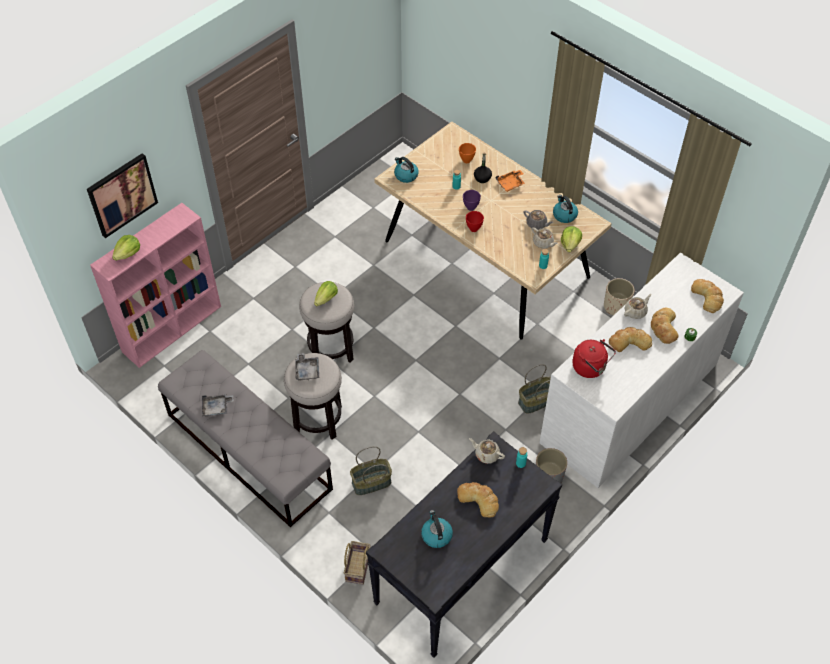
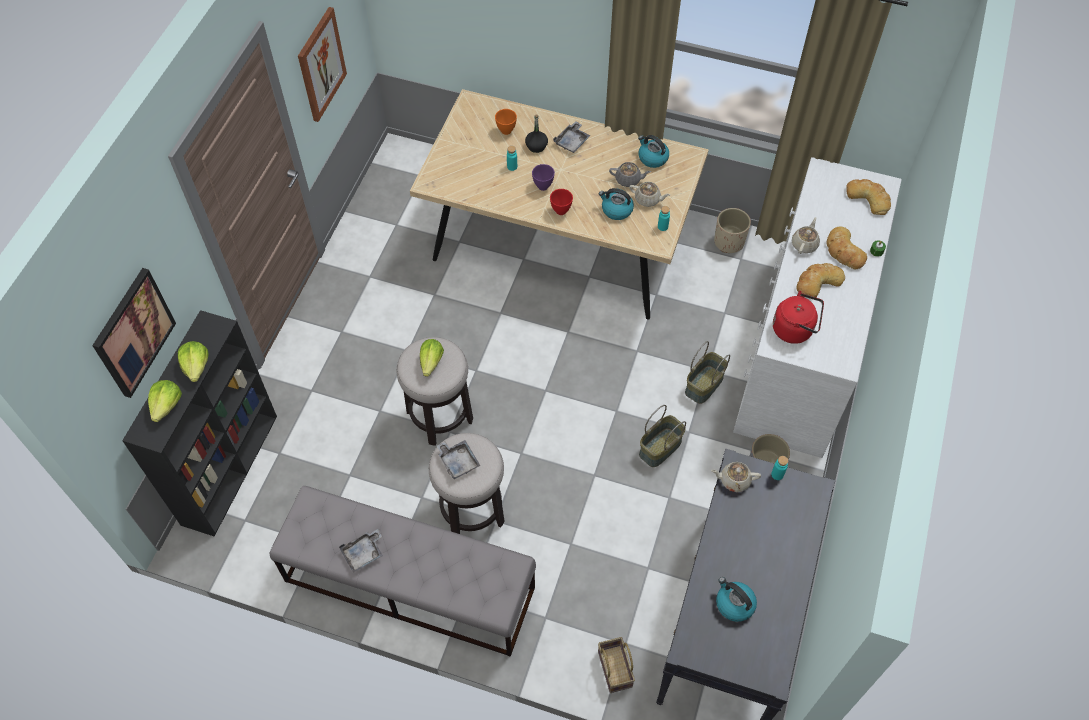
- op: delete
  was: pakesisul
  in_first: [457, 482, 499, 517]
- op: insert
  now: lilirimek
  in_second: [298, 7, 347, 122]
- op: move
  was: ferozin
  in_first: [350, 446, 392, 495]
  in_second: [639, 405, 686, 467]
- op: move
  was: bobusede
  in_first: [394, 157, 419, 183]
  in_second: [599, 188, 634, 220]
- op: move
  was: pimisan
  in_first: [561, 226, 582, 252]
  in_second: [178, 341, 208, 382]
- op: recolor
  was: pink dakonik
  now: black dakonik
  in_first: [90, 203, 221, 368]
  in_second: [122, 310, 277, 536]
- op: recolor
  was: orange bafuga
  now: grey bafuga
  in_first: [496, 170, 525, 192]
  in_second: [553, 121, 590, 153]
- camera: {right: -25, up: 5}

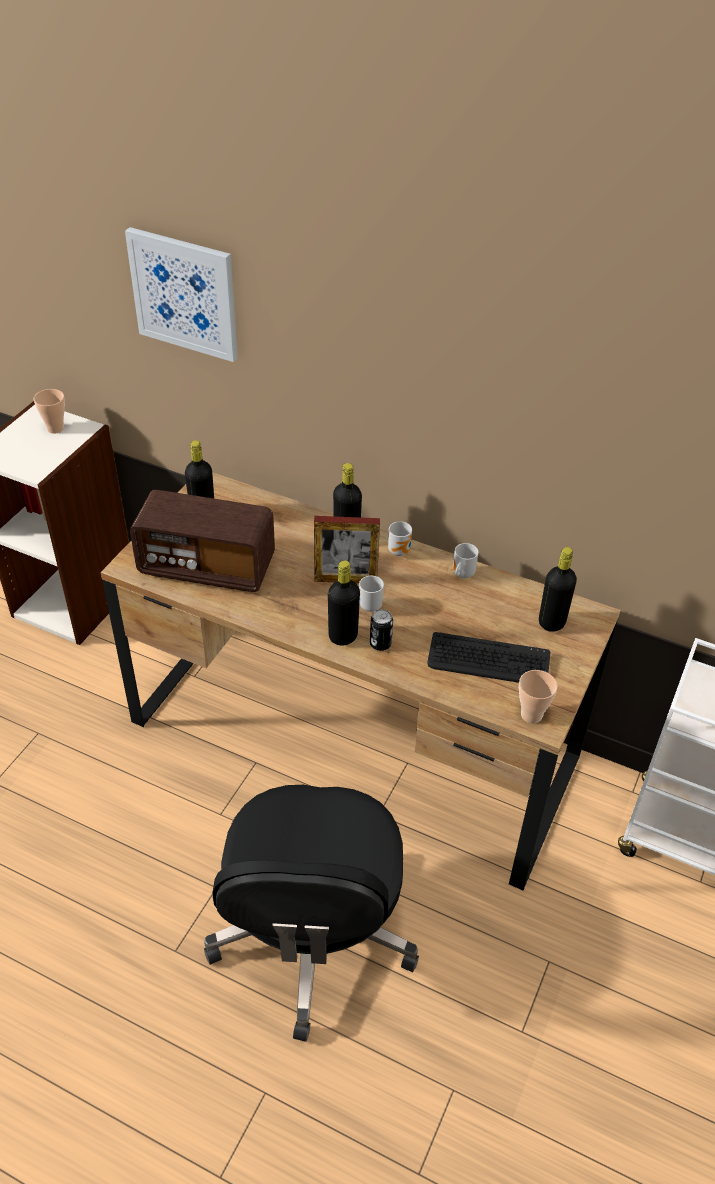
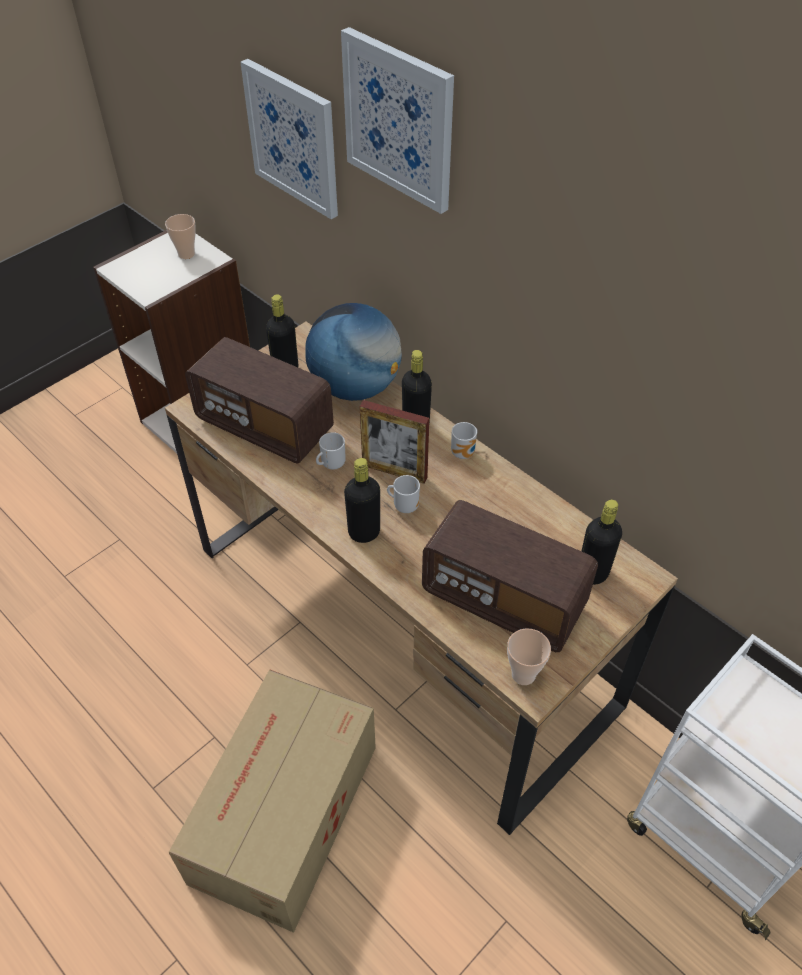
- op: delete
  was: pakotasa
  in_first: [370, 609, 393, 651]
- op: insert
  now: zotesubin
  in_second: [306, 303, 402, 401]
- op: insert
  now: lilirimek
  in_second: [341, 27, 454, 214]
- op: move
  was: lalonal
  in_first: [453, 543, 479, 578]
  in_second: [316, 432, 346, 470]
- op: replace
  was: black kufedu
  now: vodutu
  in_first: [204, 785, 419, 1042]
  in_second: [168, 669, 376, 933]
- op: replace
  was: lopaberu
  now: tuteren
  in_first: [427, 632, 551, 683]
  in_second: [422, 500, 598, 652]
- camera: {right: 20, up: 5}

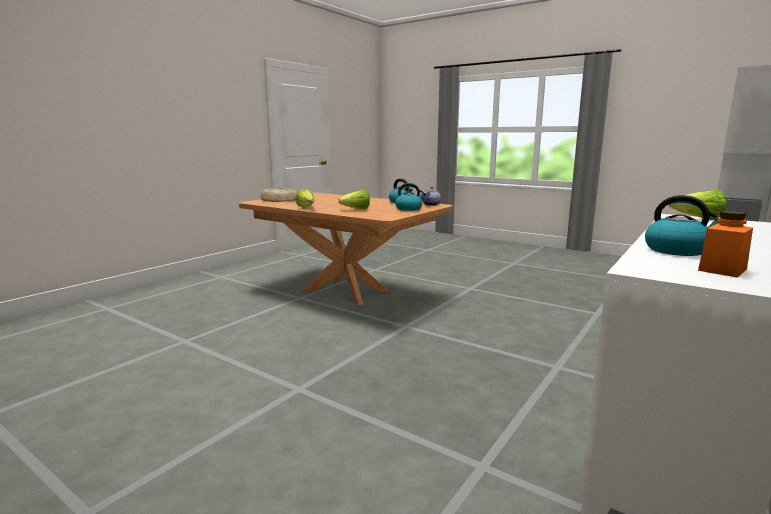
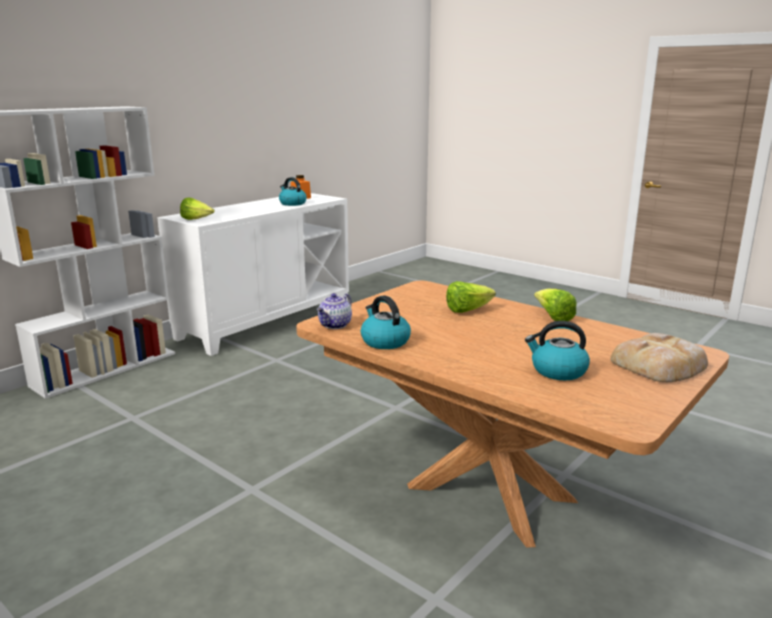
- op: move
  was: bobusede
  in_first: [395, 183, 427, 211]
  in_second: [525, 321, 590, 380]
- camera: {right: -175, up: 5}

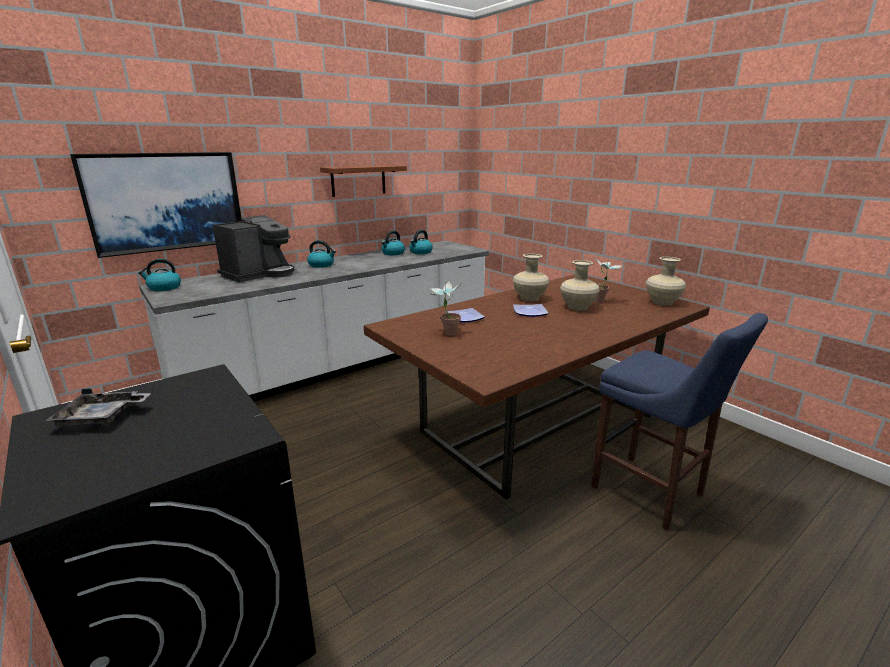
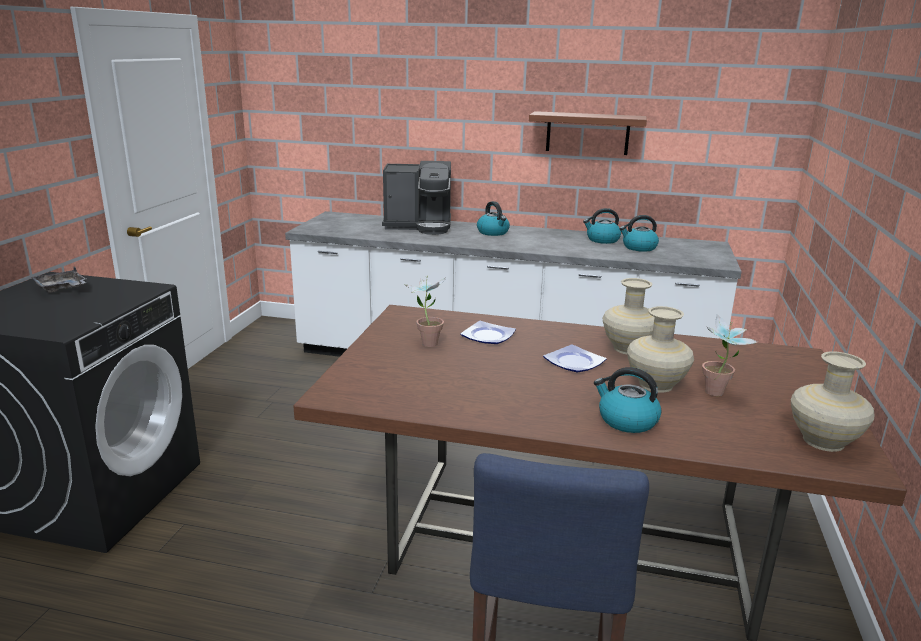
- op: delete
  was: lilirimek
  in_first: [70, 152, 241, 258]
- op: move
  was: bobusede
  in_first: [138, 259, 181, 291]
  in_second: [594, 367, 662, 433]
- camera: {right: 50, up: 0}

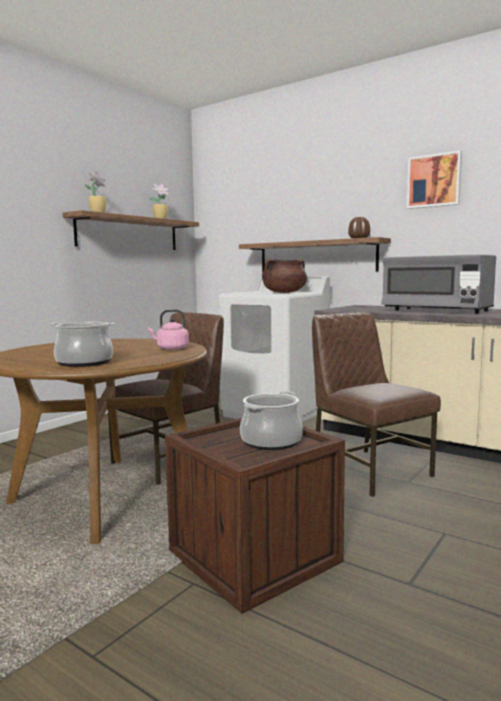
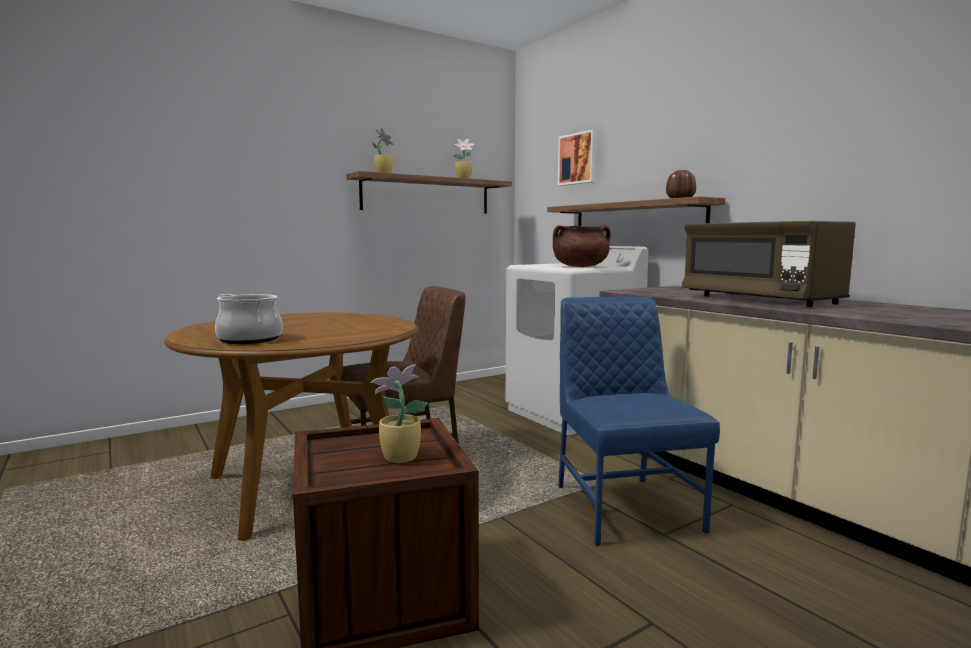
- op: delete
  was: pink bobusede
  in_first: [148, 309, 189, 350]
- op: move
  was: lilirimek
  in_first: [407, 150, 462, 209]
  in_second: [558, 129, 597, 186]
- op: replace
  was: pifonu
  now: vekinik
  in_first: [240, 391, 303, 450]
  in_second: [370, 364, 428, 463]
- op: recolor
  was: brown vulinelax
  now: blue vulinelax
  in_first: [312, 312, 441, 497]
  in_second: [558, 297, 720, 546]
- op: recolor
  was: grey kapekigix
  now: brown kapekigix
  in_first: [381, 255, 496, 314]
  in_second: [682, 221, 856, 307]
- camera: {right: 20, up: 0}

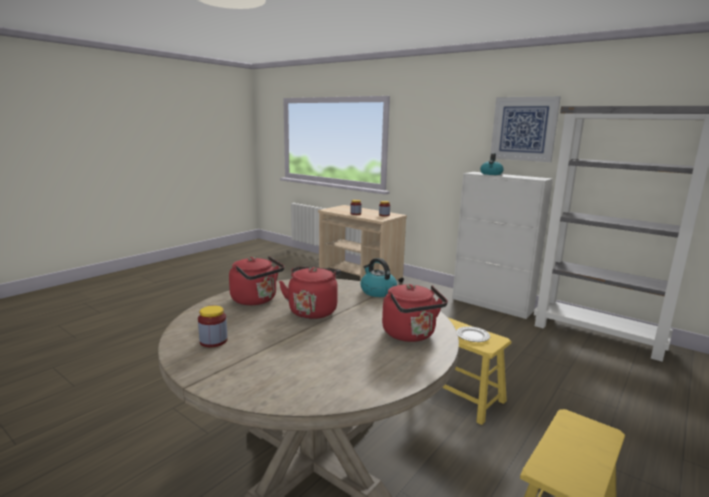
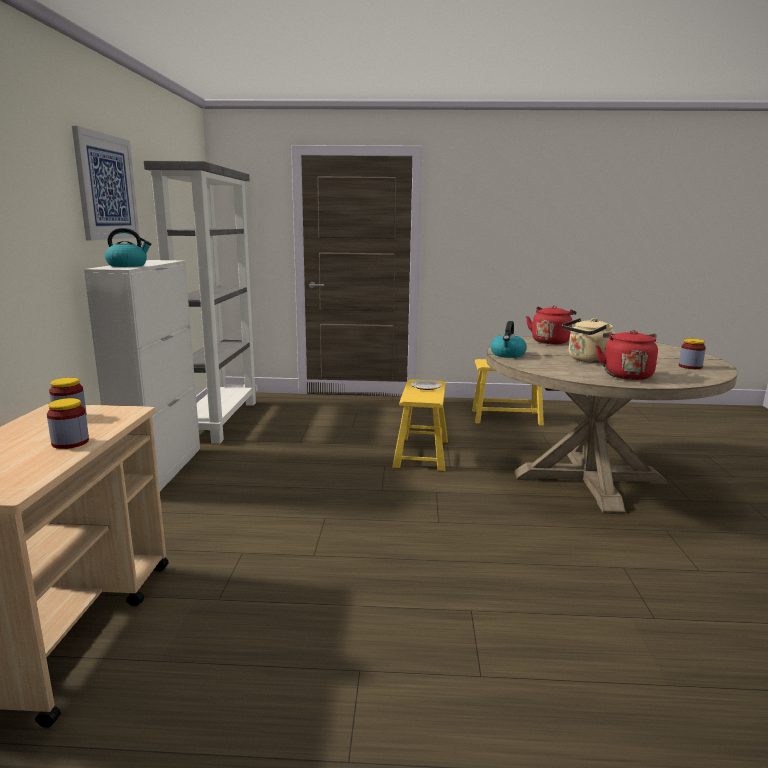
- op: recolor
  was: red bobusede
  now: beige bobusede
  in_first: [279, 266, 341, 319]
  in_second: [562, 318, 616, 363]
- camera: {right: -125, up: 0}

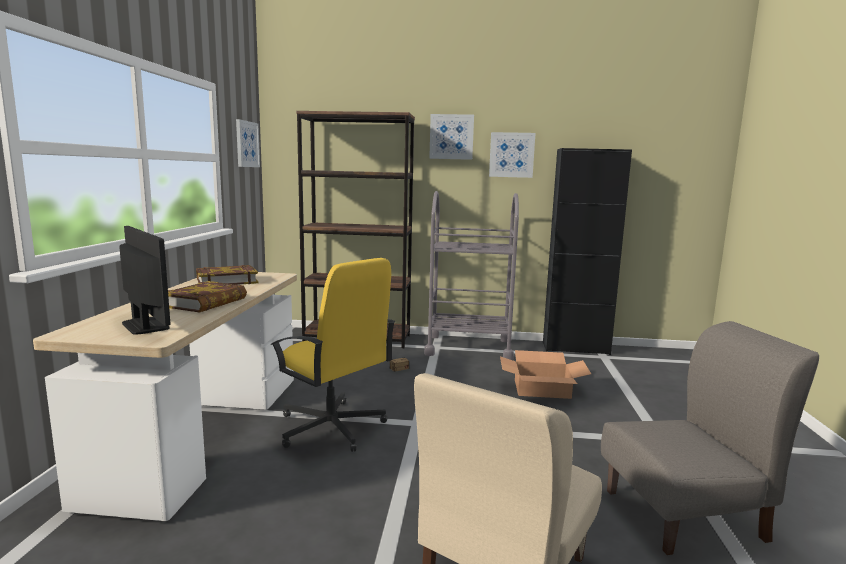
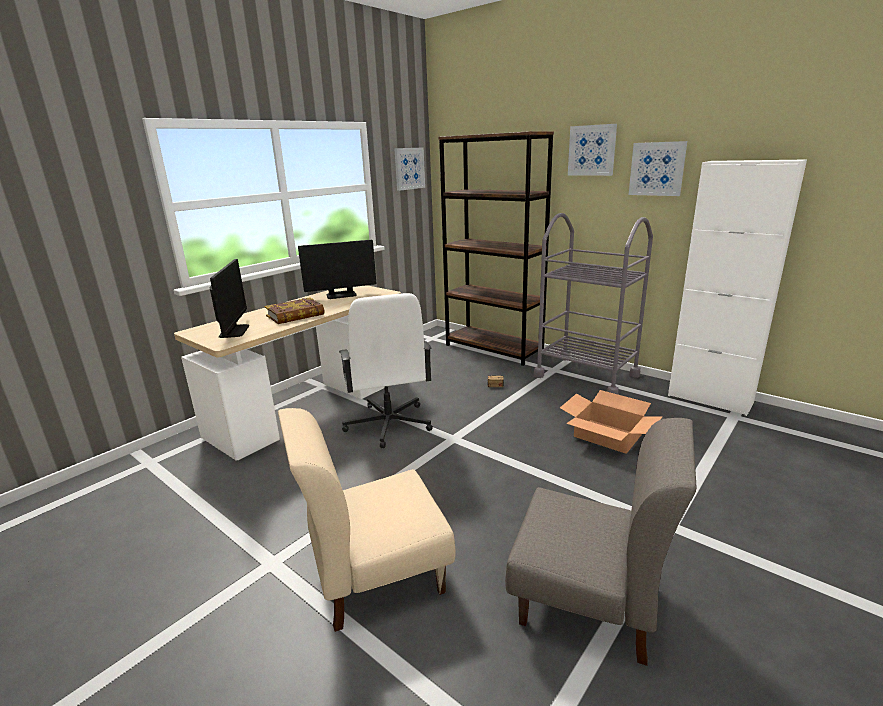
- op: replace
  was: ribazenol
  now: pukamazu
  in_first: [196, 265, 258, 285]
  in_second: [298, 240, 377, 299]
- op: recolor
  was: yellow kufedu
  now: white kufedu
  in_first: [270, 258, 395, 452]
  in_second: [339, 293, 433, 448]
- op: recolor
  was: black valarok
  now: white valarok
  in_first: [543, 148, 632, 355]
  in_second: [668, 159, 807, 416]
- camera: {right: 35, up: 10}

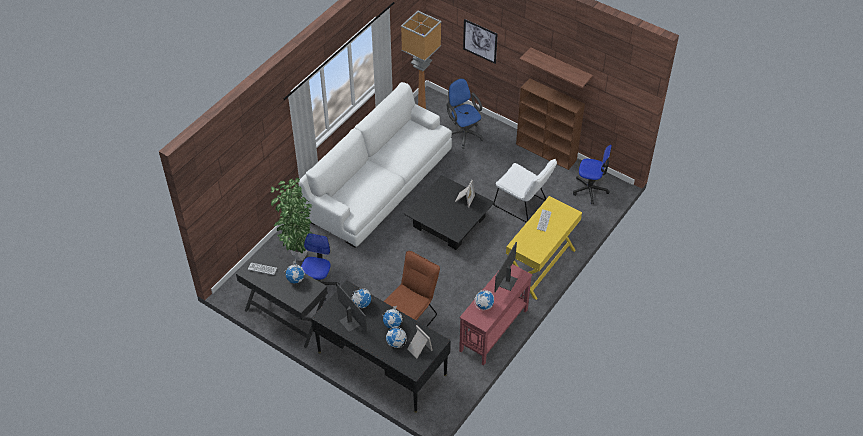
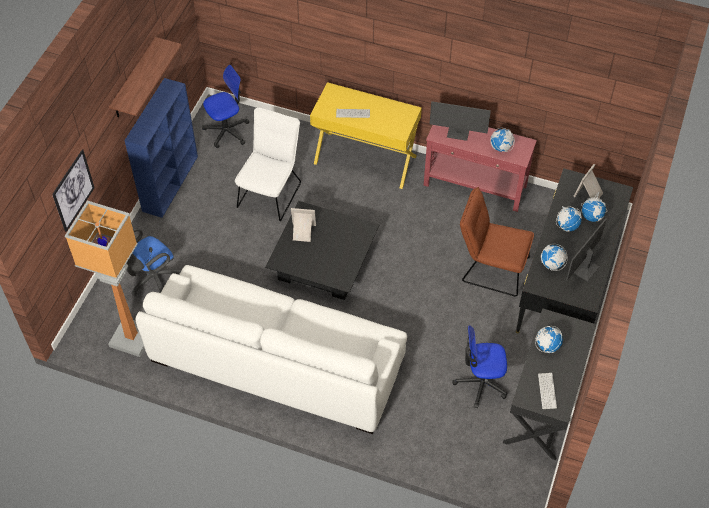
- op: delete
  was: vekinik
  in_first: [271, 178, 313, 261]
- op: recolor
  was: brown dakonik
  now: blue dakonik
  in_first: [516, 78, 585, 170]
  in_second: [124, 78, 198, 218]
- op: rotate
  was: kufedu
  in_first: [573, 145, 612, 204]
  in_second: [202, 65, 249, 148]
  clockwise: 60
- camera: {right: -105, up: 5}

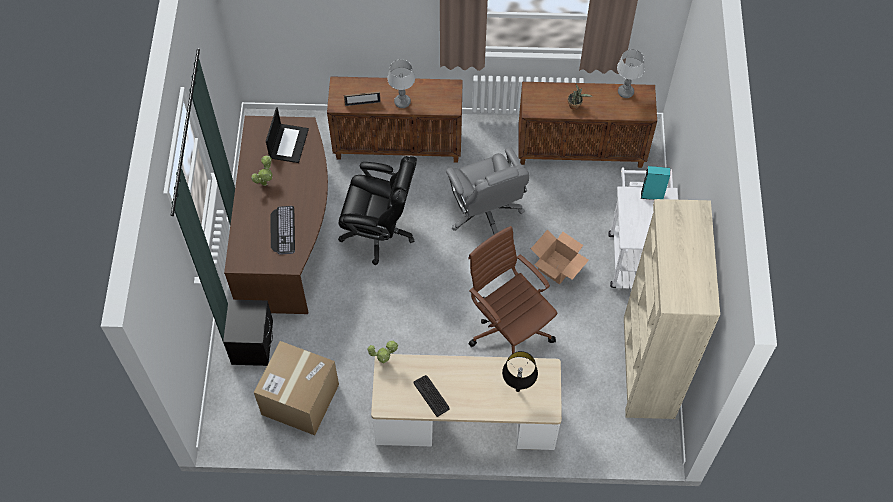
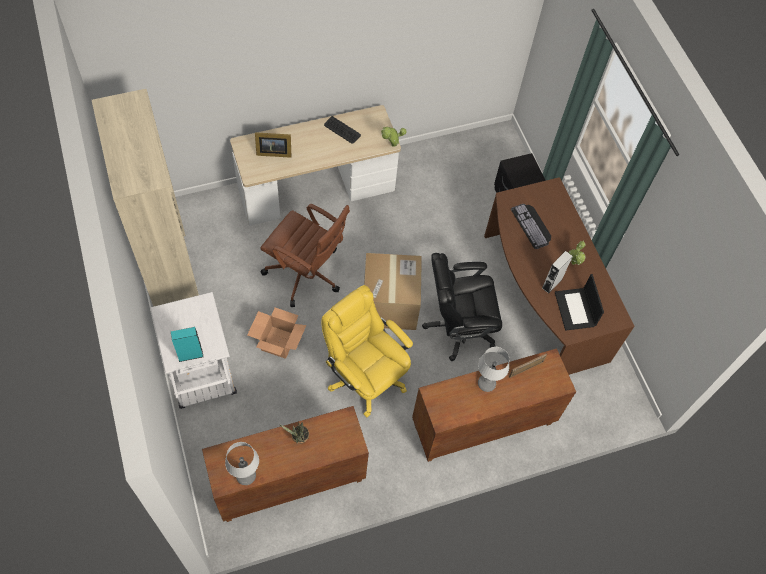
- op: insert
  now: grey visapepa
  in_second: [542, 251, 573, 294]
- op: move
  was: vodutu
  in_first: [254, 341, 339, 435]
  in_second: [364, 253, 422, 330]
- op: replace
  was: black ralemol
  now: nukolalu
  in_first: [502, 351, 538, 392]
  in_second: [255, 132, 291, 158]
- op: recolor
  was: grey kufedu
  now: yellow kufedu
  in_first: [446, 147, 529, 235]
  in_second: [322, 285, 413, 417]
- camera: {right: 155, up: 0}

